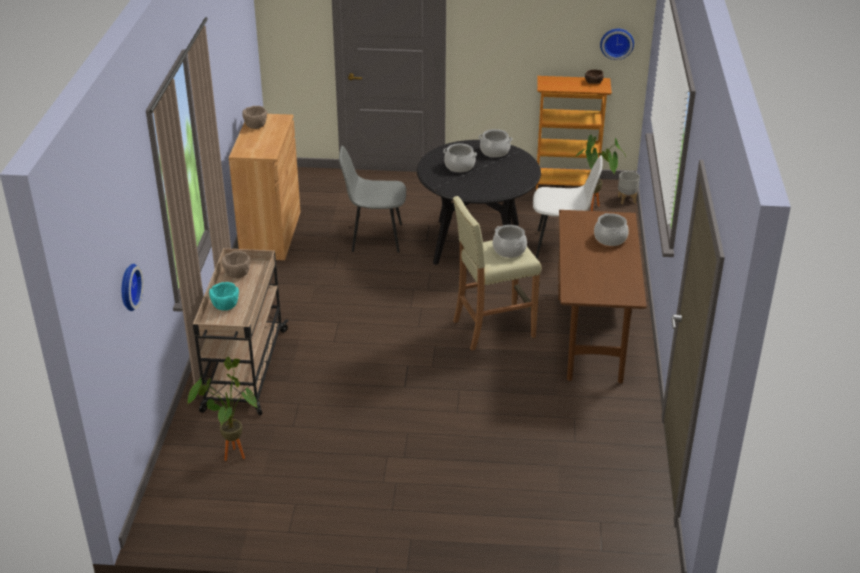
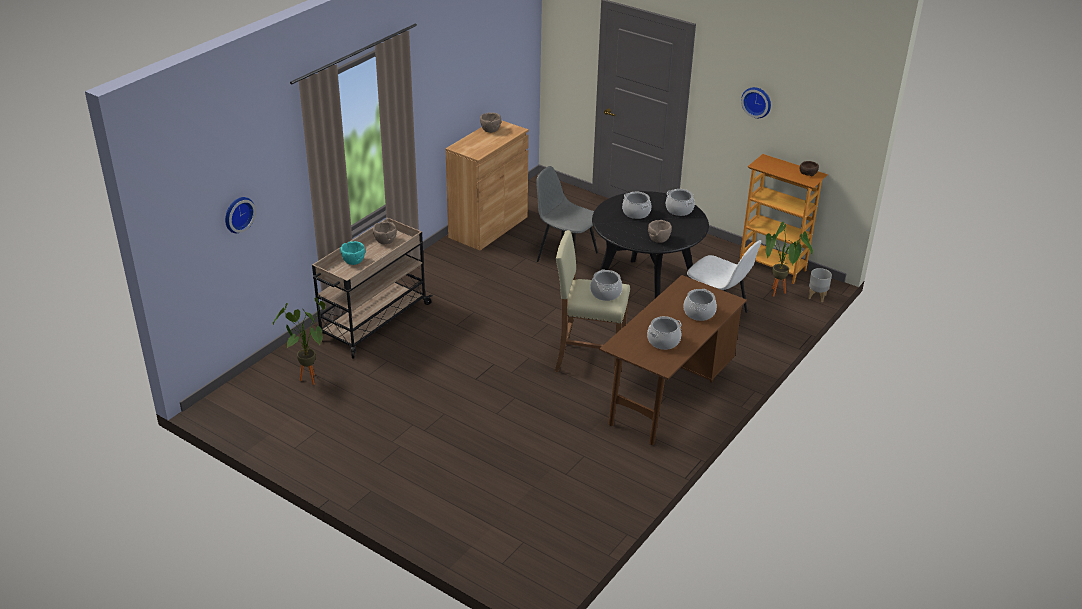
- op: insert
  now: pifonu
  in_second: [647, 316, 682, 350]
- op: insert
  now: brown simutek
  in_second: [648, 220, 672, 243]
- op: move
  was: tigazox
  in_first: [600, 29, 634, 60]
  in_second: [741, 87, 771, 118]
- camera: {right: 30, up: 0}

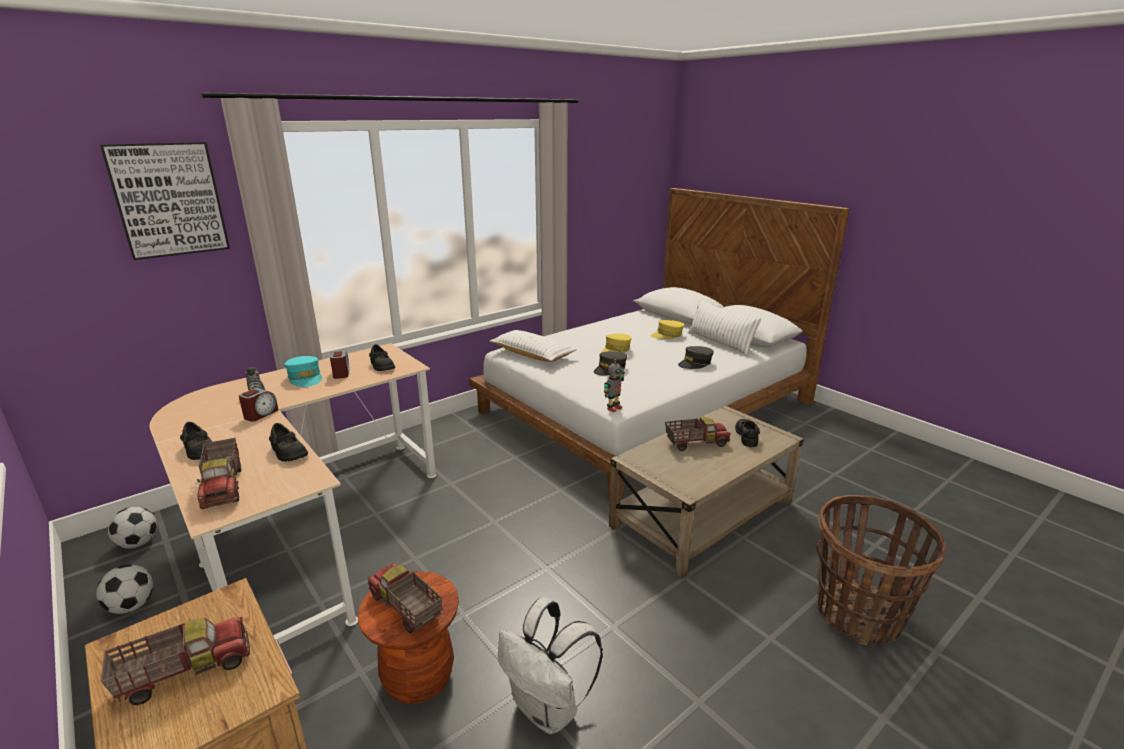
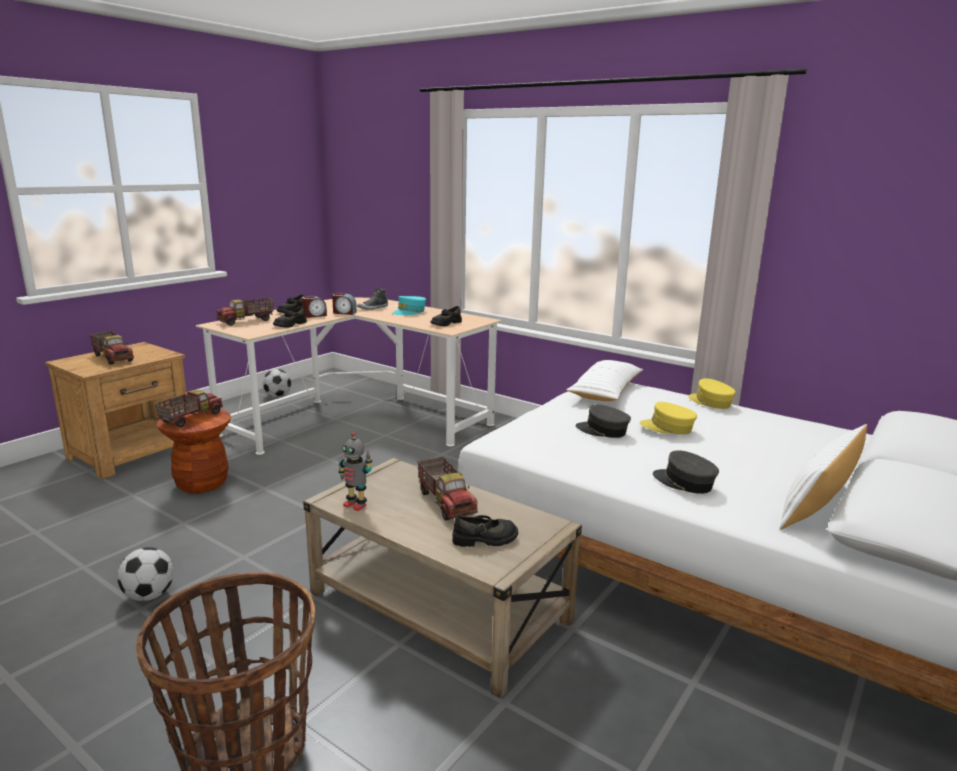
- op: delete
  was: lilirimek
  in_first: [100, 142, 230, 260]
- op: delete
  was: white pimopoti
  in_first: [498, 598, 603, 734]
- op: move
  was: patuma
  in_first: [108, 507, 157, 549]
  in_second: [117, 547, 174, 601]
- op: move
  was: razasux
  in_first: [330, 351, 349, 379]
  in_second: [302, 296, 327, 318]
- op: move
  was: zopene
  in_first: [604, 359, 625, 412]
  in_second: [338, 432, 372, 511]
- op: move
  was: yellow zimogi
  in_first: [651, 320, 684, 339]
  in_second: [688, 378, 736, 409]
- camera: {right: 75, up: -5}

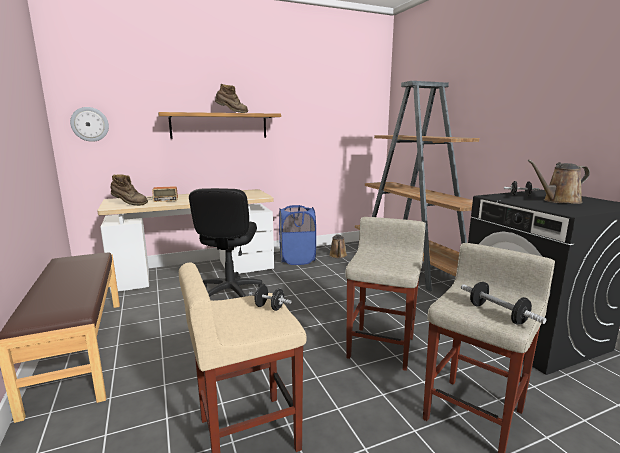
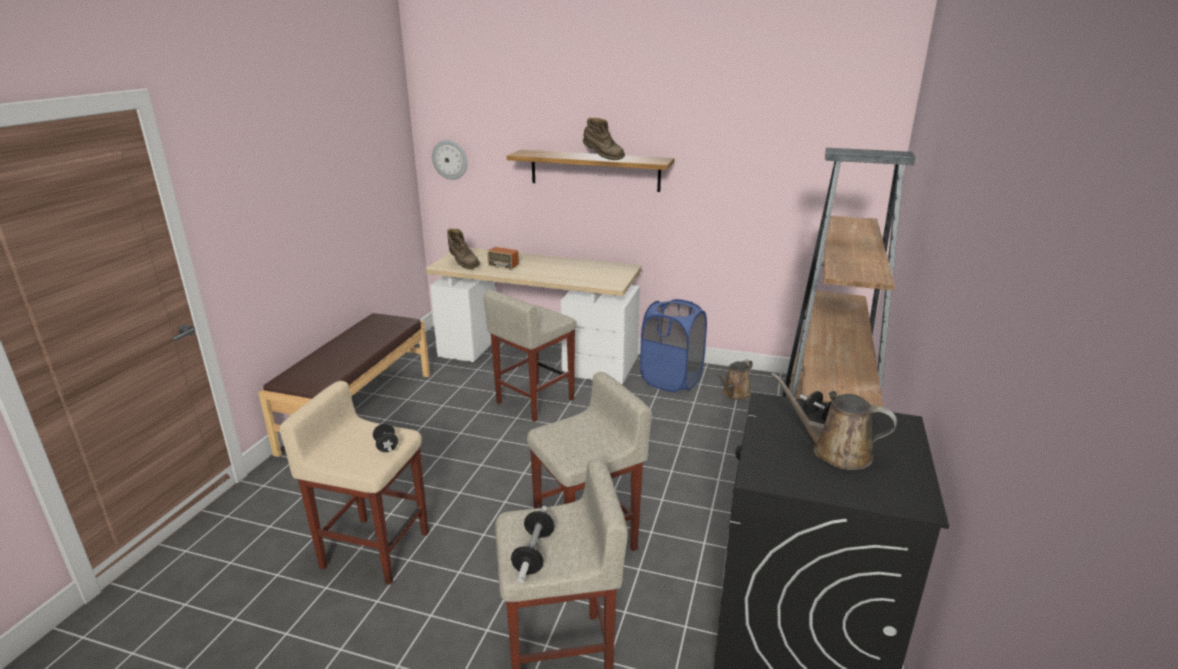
- op: replace
  was: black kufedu
  now: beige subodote
  in_first: [189, 188, 266, 297]
  in_second: [483, 290, 577, 422]
- camera: {right: 40, up: 10}

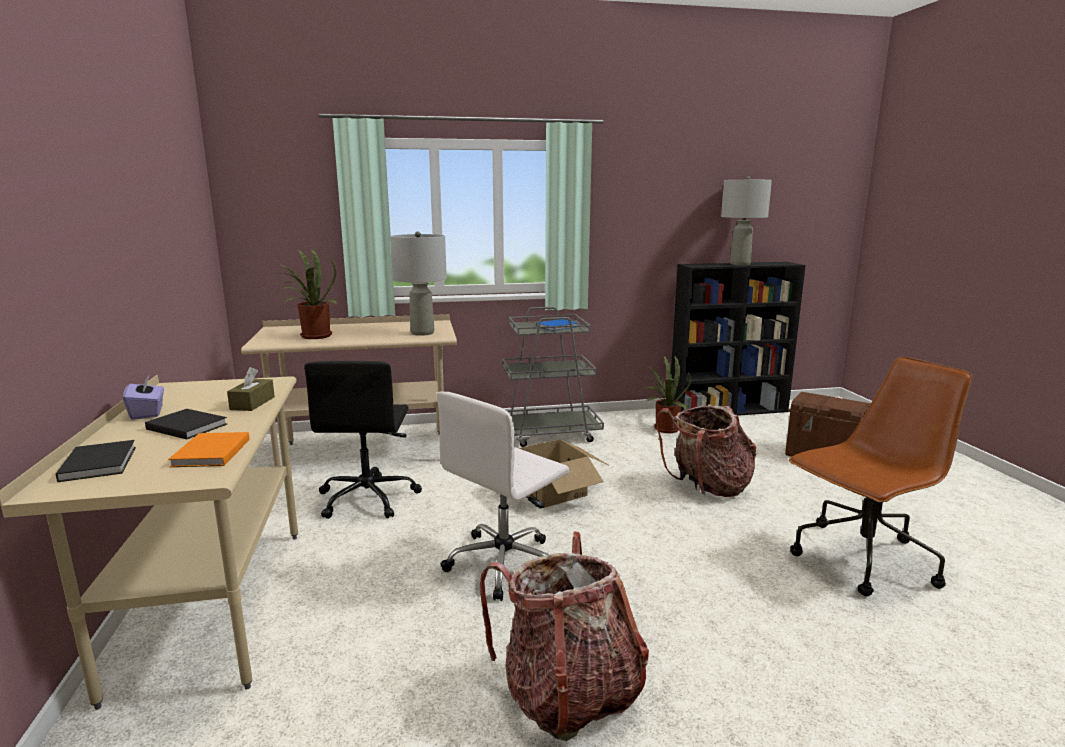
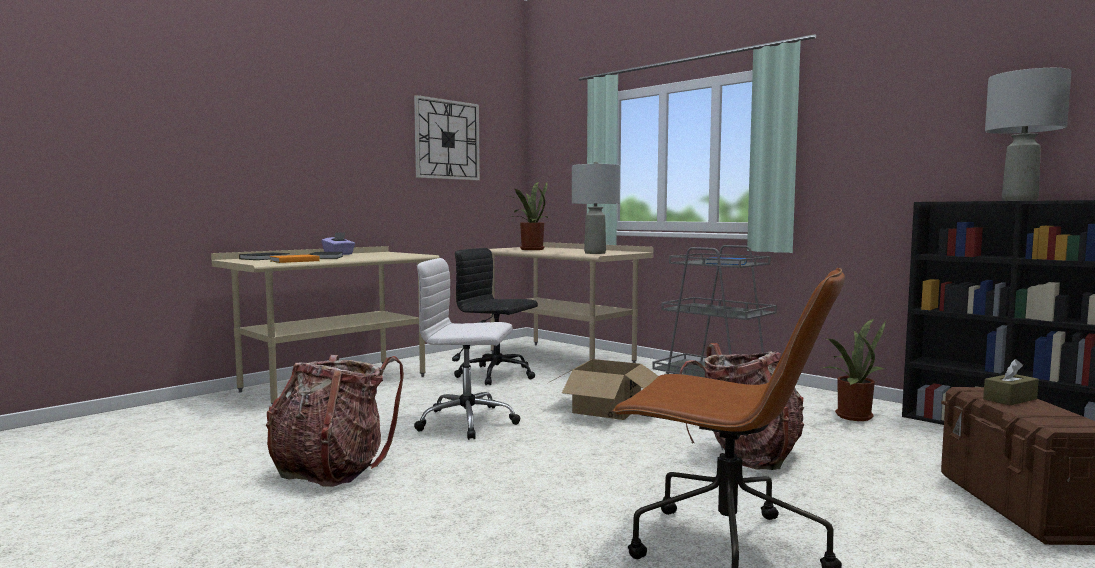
- op: insert
  now: tigazox
  in_second: [414, 95, 480, 180]
- op: move
  was: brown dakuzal
  in_first: [227, 367, 275, 411]
  in_second: [983, 359, 1039, 405]
- op: rotate
  was: black kufedu
  in_first: [304, 361, 422, 519]
  in_second: [454, 248, 538, 386]
  clockwise: 60
- camera: {right: 55, up: -10}

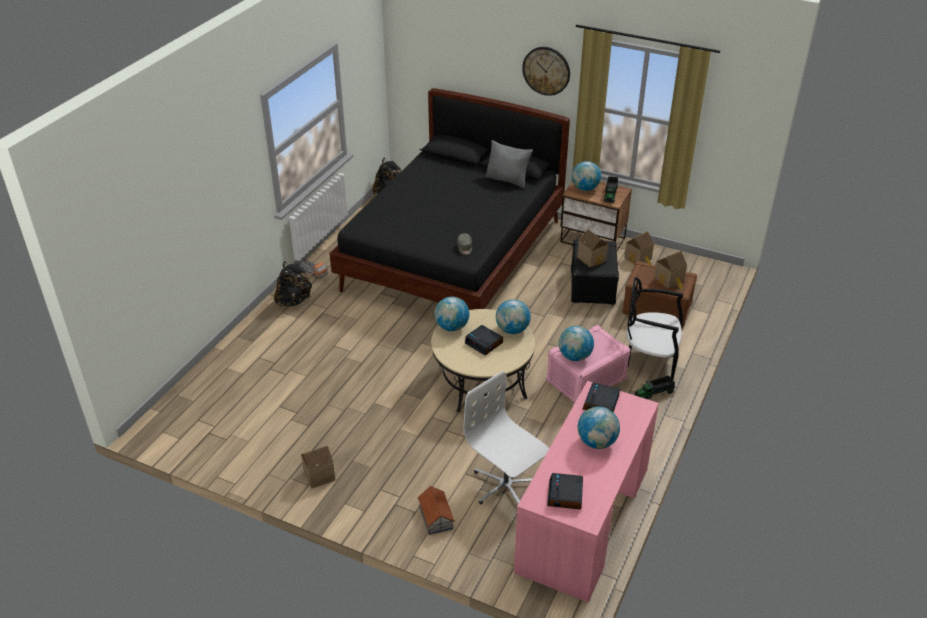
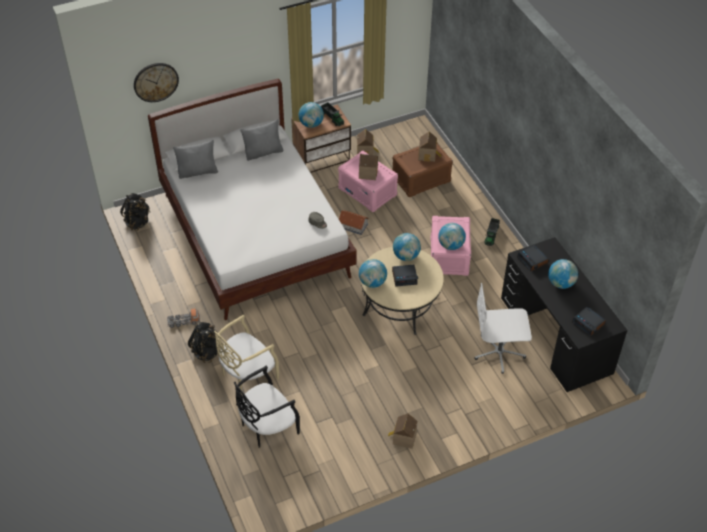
- op: insert
  now: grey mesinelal
  in_second: [173, 140, 218, 179]
- op: insert
  now: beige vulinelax
  in_second: [214, 315, 279, 390]
- op: move
  was: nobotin
  in_first: [418, 486, 455, 535]
  in_second: [339, 210, 369, 235]
- op: move
  was: tigazox
  in_first: [522, 47, 570, 96]
  in_second: [134, 63, 179, 102]
- op: move
  was: black vulinelax
  in_first: [626, 277, 683, 380]
  in_second: [234, 366, 300, 448]
- op: recolor
  was: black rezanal
  now: white rezanal
  in_first: [329, 88, 570, 310]
  in_second: [148, 79, 357, 320]
- op: recolor
  was: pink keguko
  now: black keguko
  in_first: [514, 381, 659, 603]
  in_second: [501, 237, 627, 392]
- op: recolor
  was: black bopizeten
  now: pink bopizeten
  in_first: [571, 239, 619, 305]
  in_second: [338, 151, 398, 212]
- camera: {right: -50, up: 10}

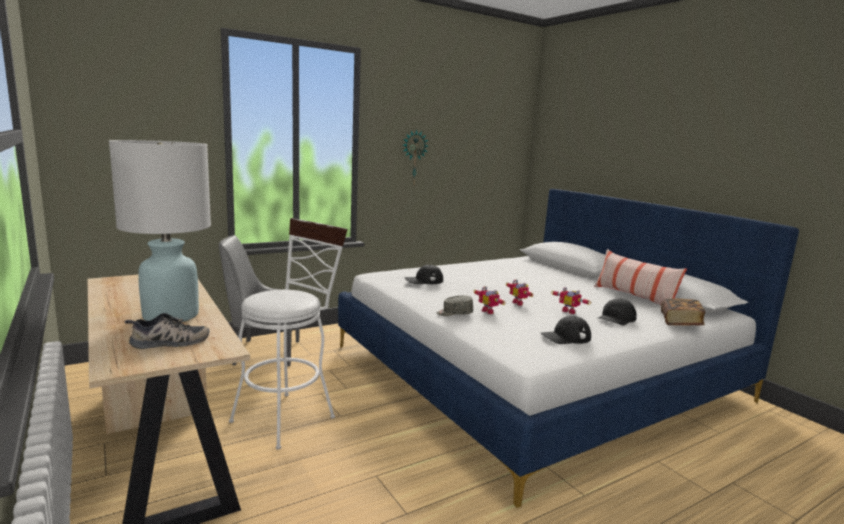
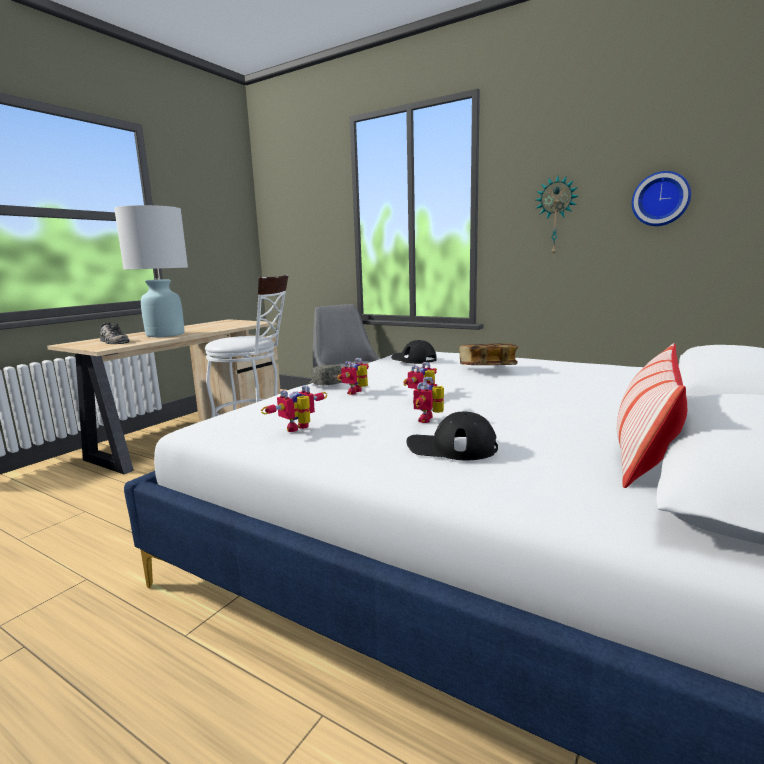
- op: insert
  now: tigazox
  in_second: [632, 171, 691, 226]
- op: move
  was: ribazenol
  in_first: [661, 298, 705, 325]
  in_second: [459, 343, 518, 365]
- op: replace
  was: black zimogi
  now: zopene
  in_first: [541, 316, 591, 344]
  in_second: [261, 385, 327, 432]
- camera: {right: 65, up: 0}

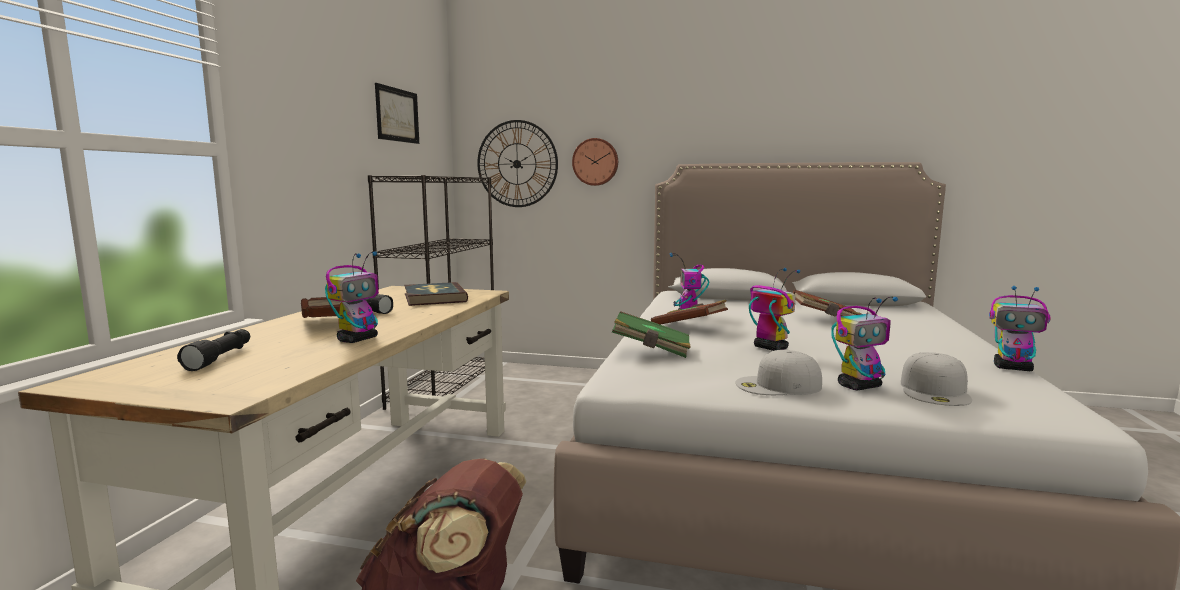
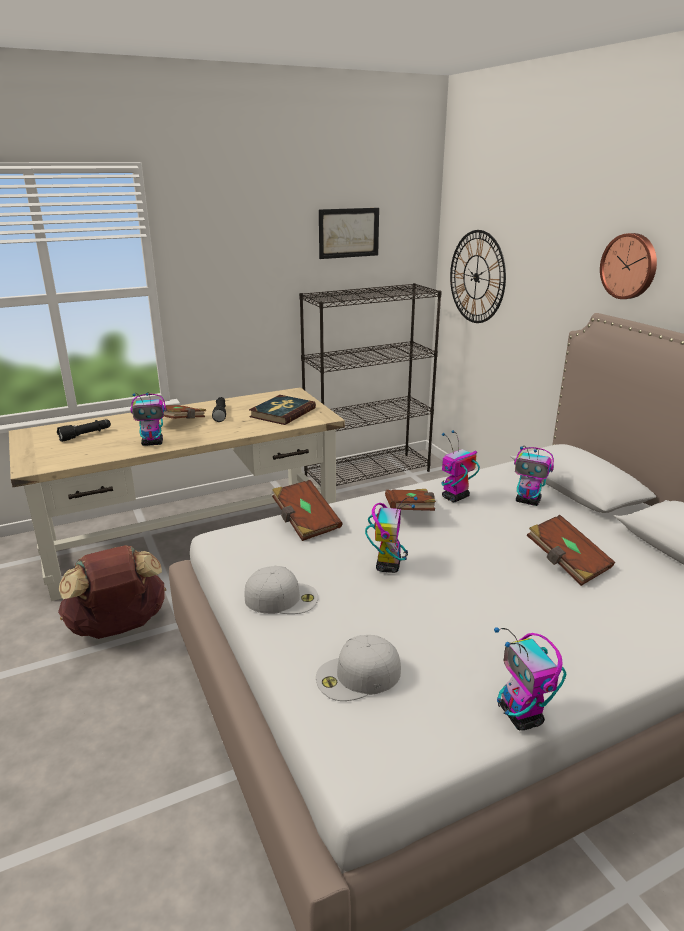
- op: move
  was: tigazox
  in_first: [572, 138, 618, 186]
  in_second: [600, 233, 657, 299]
- op: move
  was: zopene
  in_first: [831, 297, 898, 390]
  in_second: [514, 446, 554, 506]
- op: recolor
  was: green ribazenol
  now: brown ribazenol
  in_first: [612, 311, 691, 358]
  in_second: [272, 480, 342, 541]
- op: rotate
  was: white zimogi
  in_first: [736, 350, 822, 395]
  in_second: [244, 566, 318, 614]
  clockwise: 135
- camera: {right: 50, up: 15}

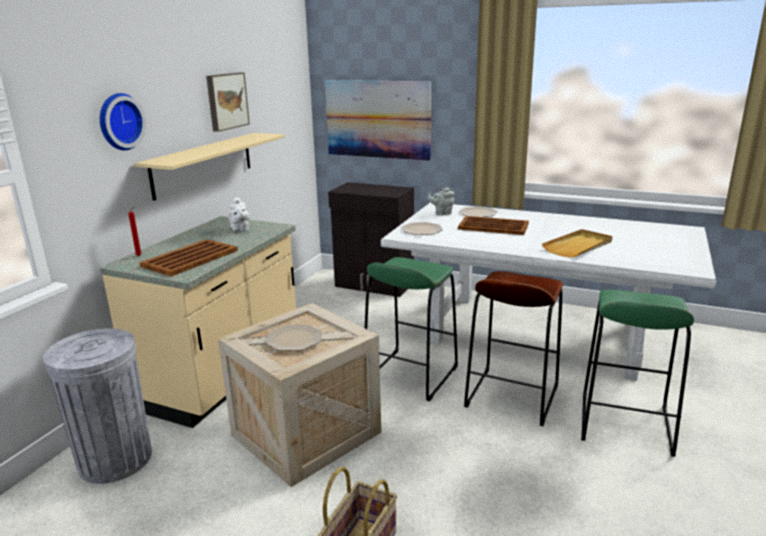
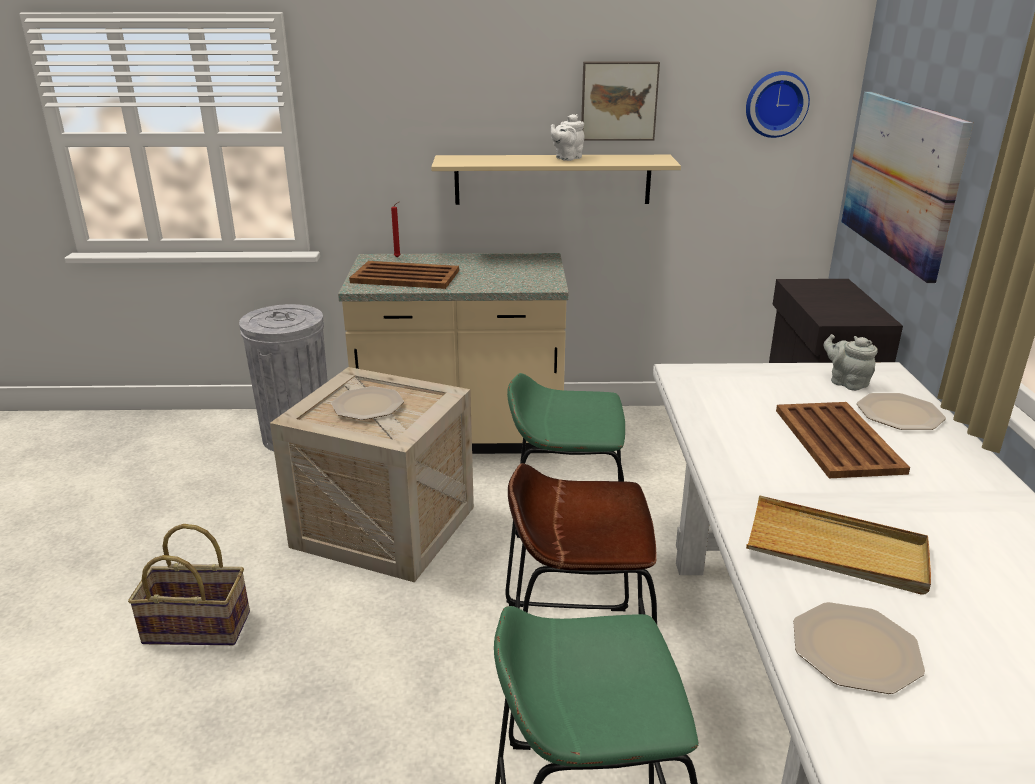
- op: move
  was: tigazox
  in_first: [100, 93, 146, 150]
  in_second: [746, 71, 810, 138]
- op: move
  was: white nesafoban
  in_first: [228, 197, 251, 232]
  in_second: [551, 114, 585, 161]
- op: move
  was: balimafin
  in_first: [401, 222, 443, 235]
  in_second: [793, 602, 925, 694]
- camera: {right: 65, up: 5}

